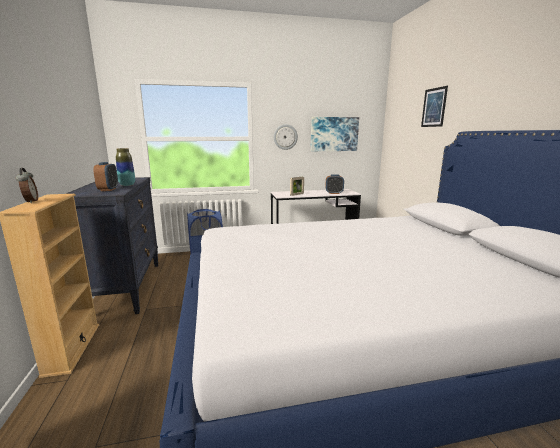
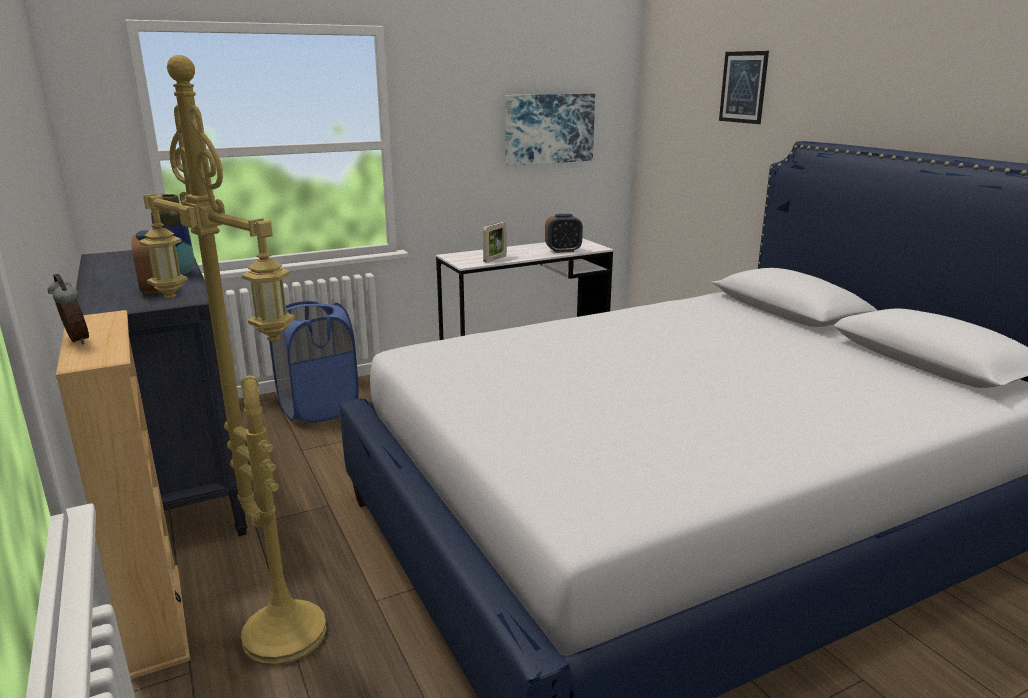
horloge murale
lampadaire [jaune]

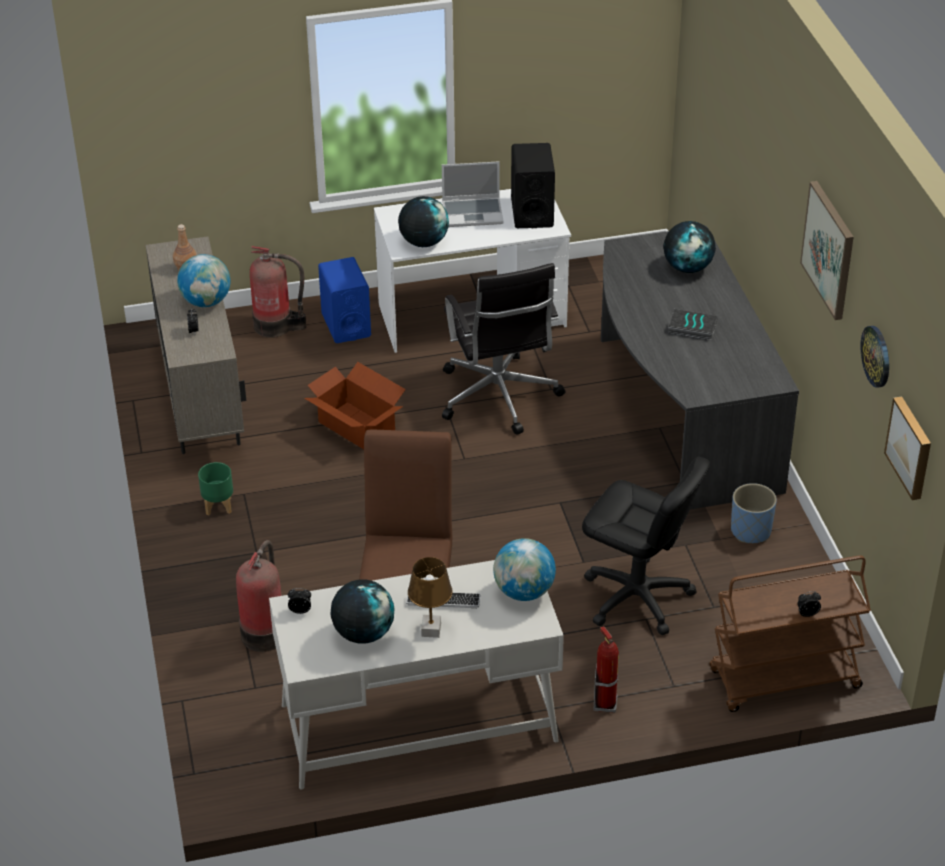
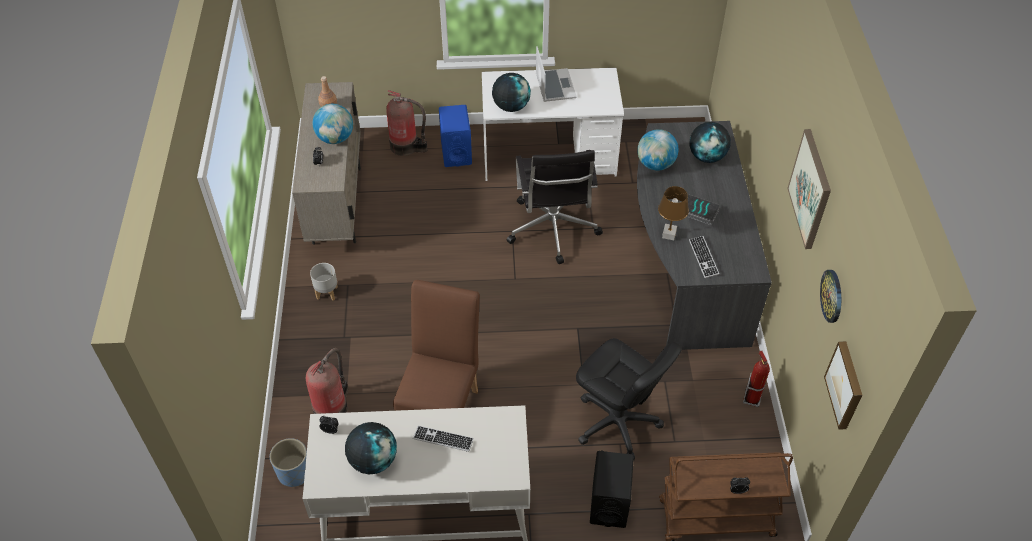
enceinte [noir]
ordinateur portable
carton
cache-pot [gris]
cache-pot [bleu]
globe (4th from left)
lampe de table [marron]
extincteur (3rd from left)
clavier (2nd from left)

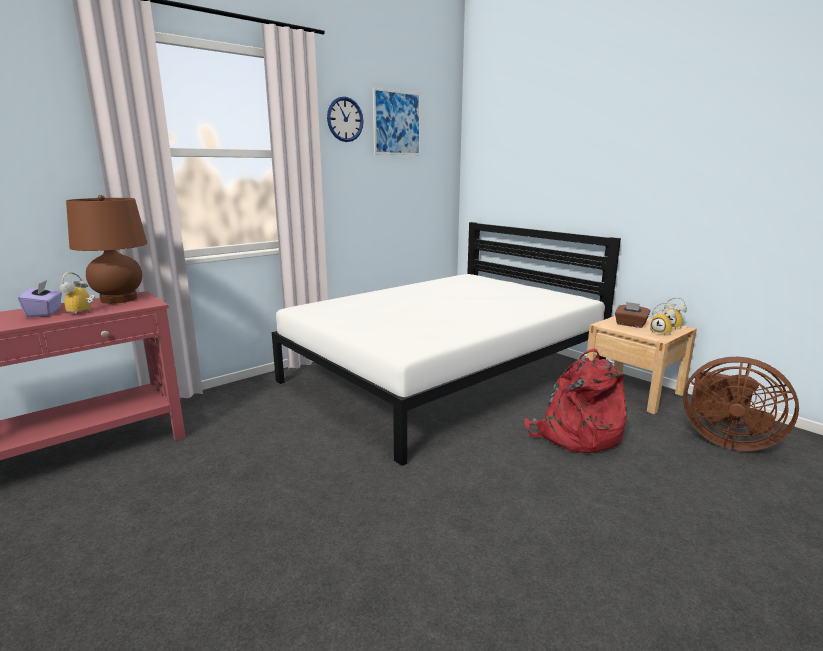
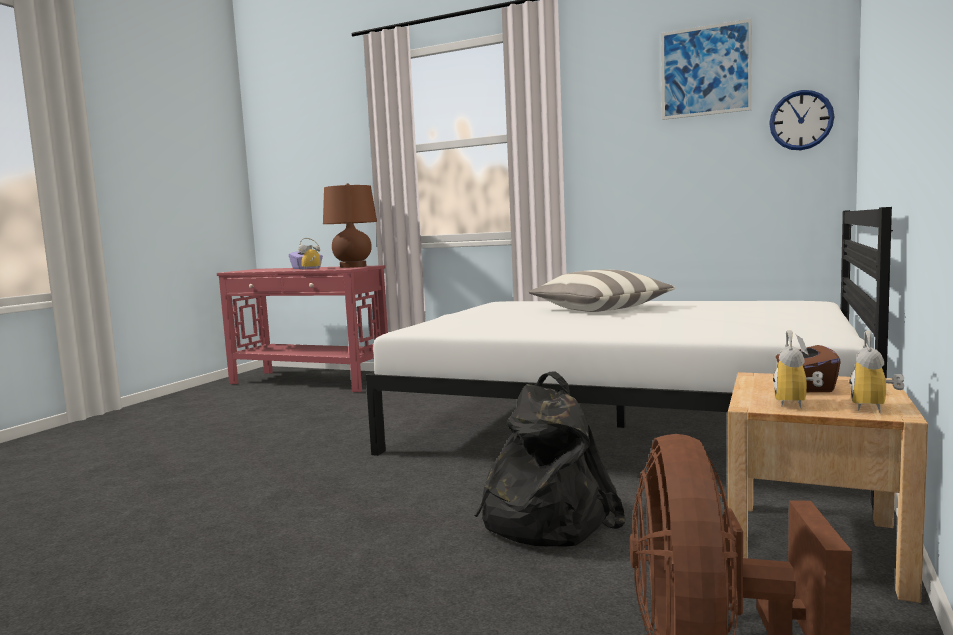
horloge murale
sac à dos [noir]
coussin

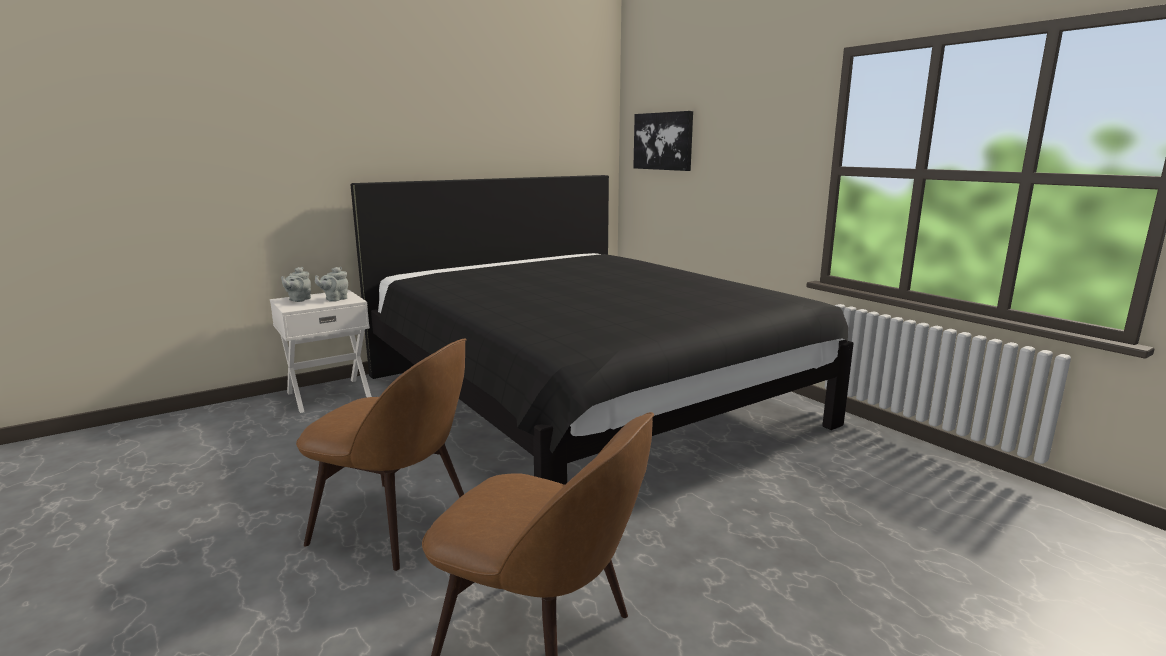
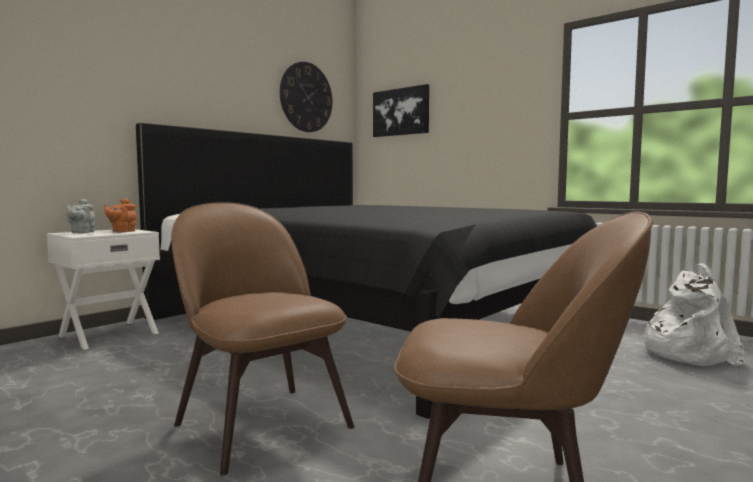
théière [orange]
chaise [marron] (1st from left)
horloge murale
sac à dos [blanc]

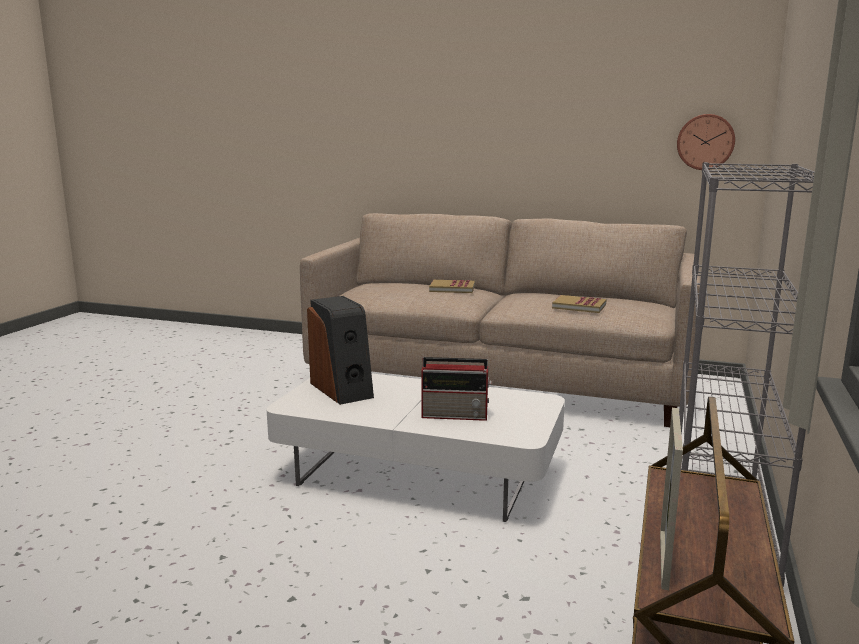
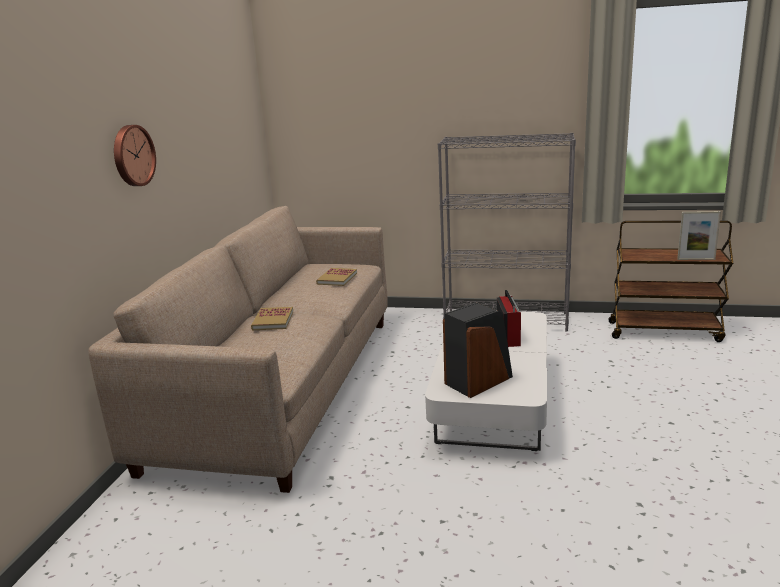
horloge murale

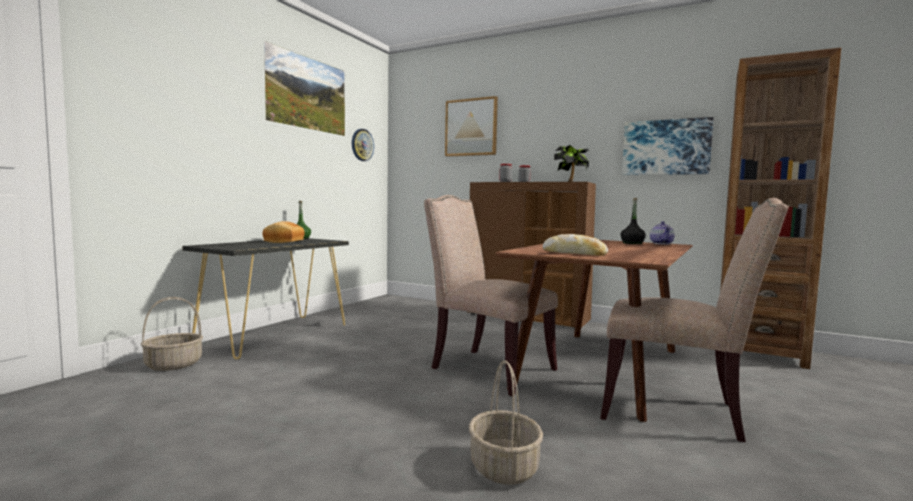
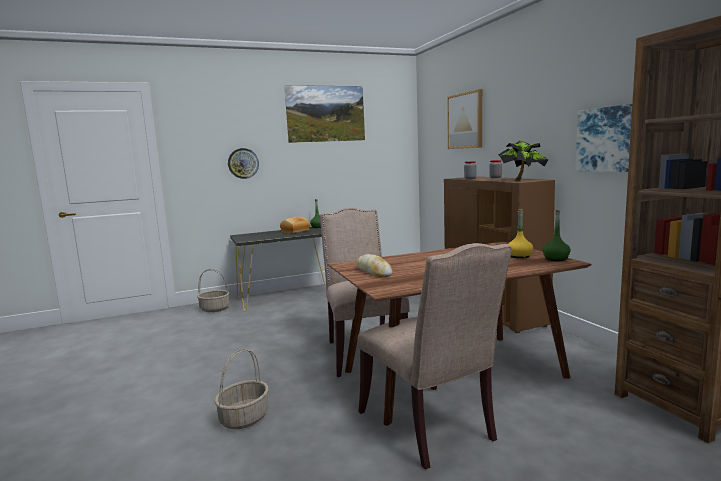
horloge murale
bouteille [jaune]
bouteille [vert] (2nd from left)

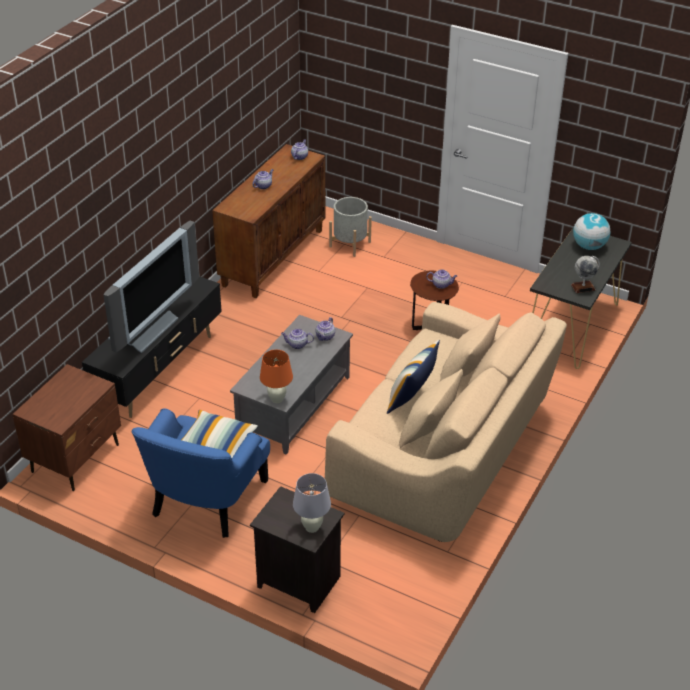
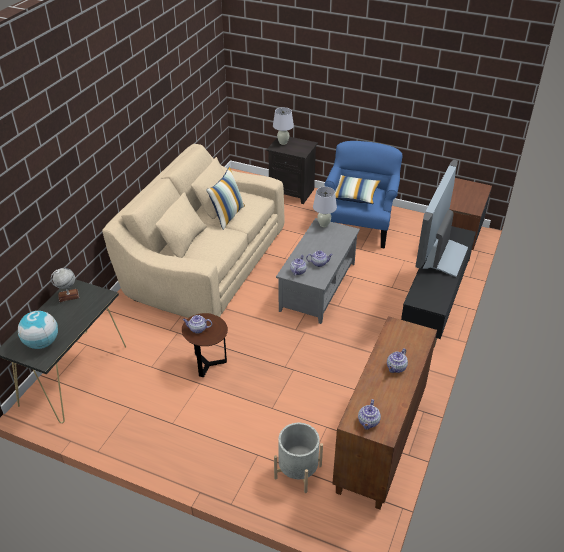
lampe de table [blanc] (2nd from left)

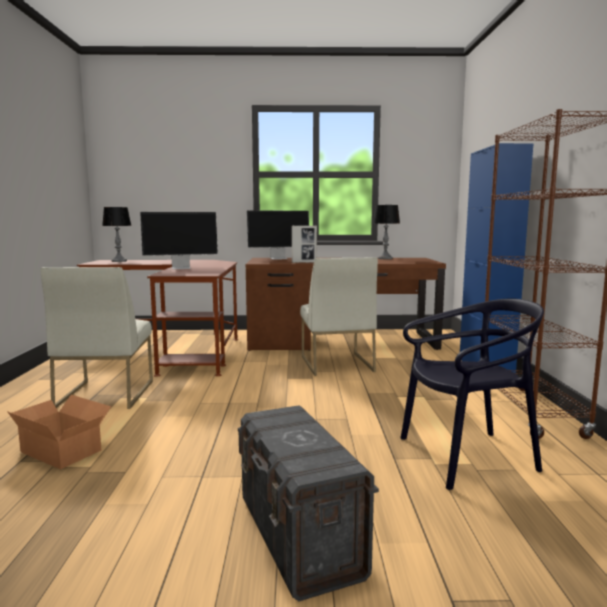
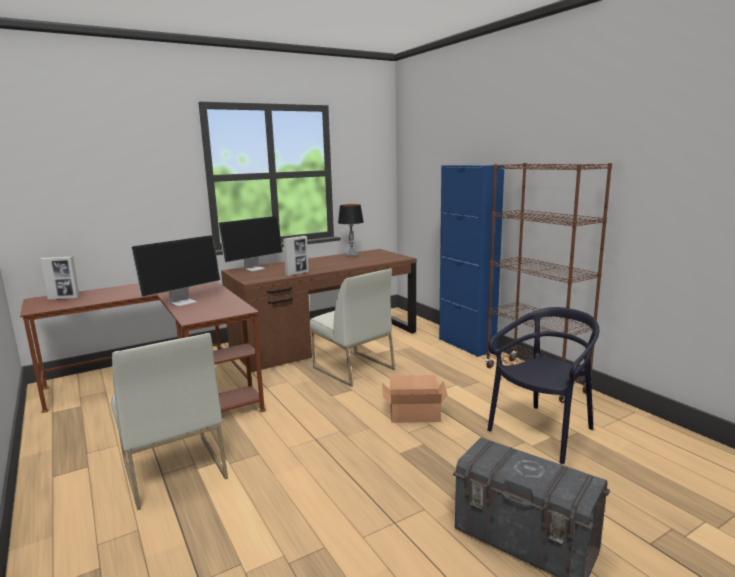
cadre photo (1st from left)
carton

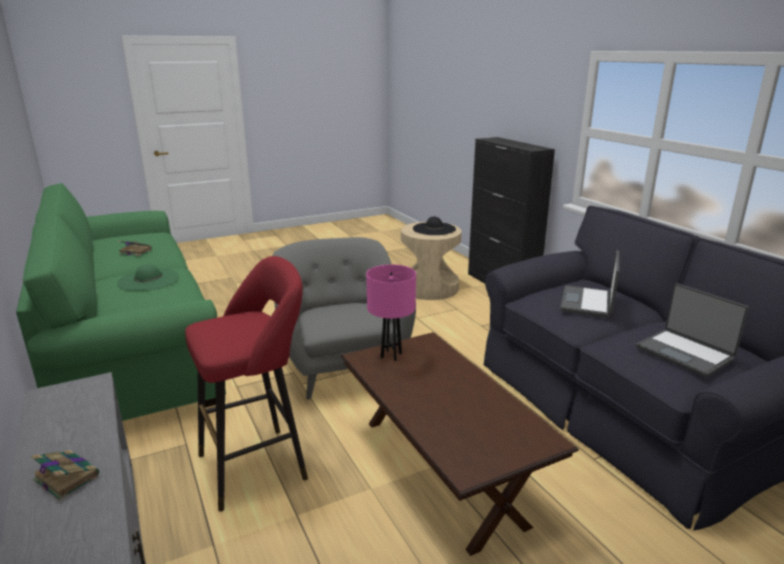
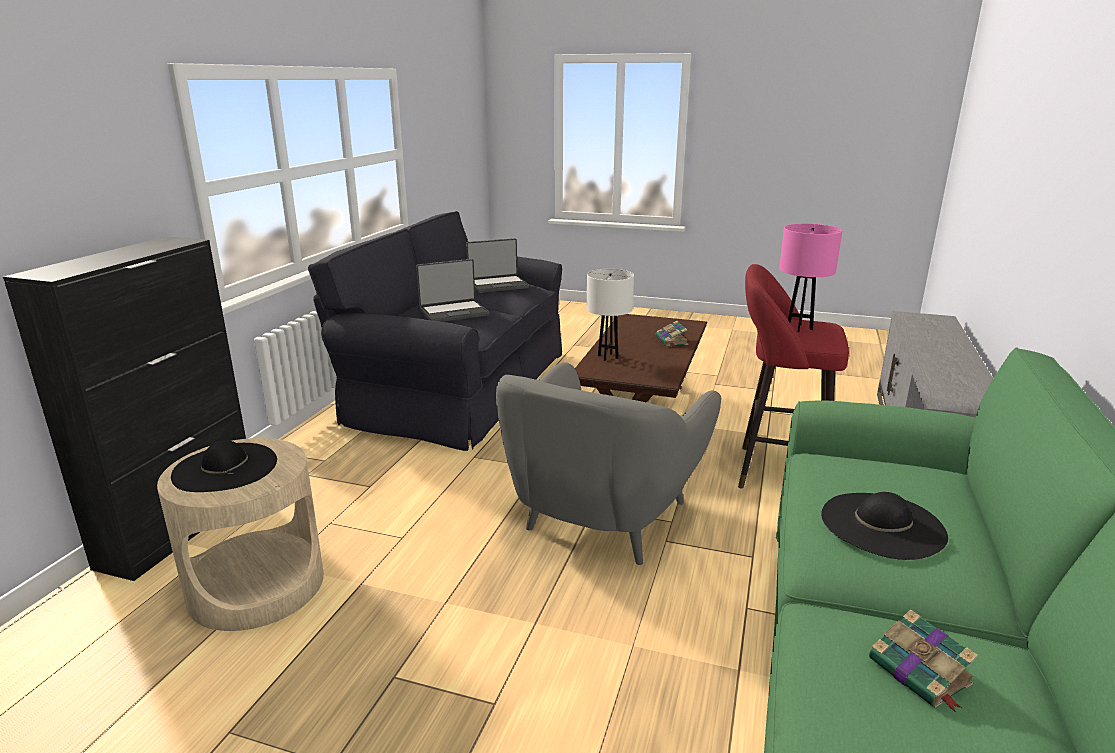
chapeau [noir] (2nd from left)
lampe de table [rose]
ordinateur portable (2nd from left)
livre (1st from left)
lampe de table [blanc]

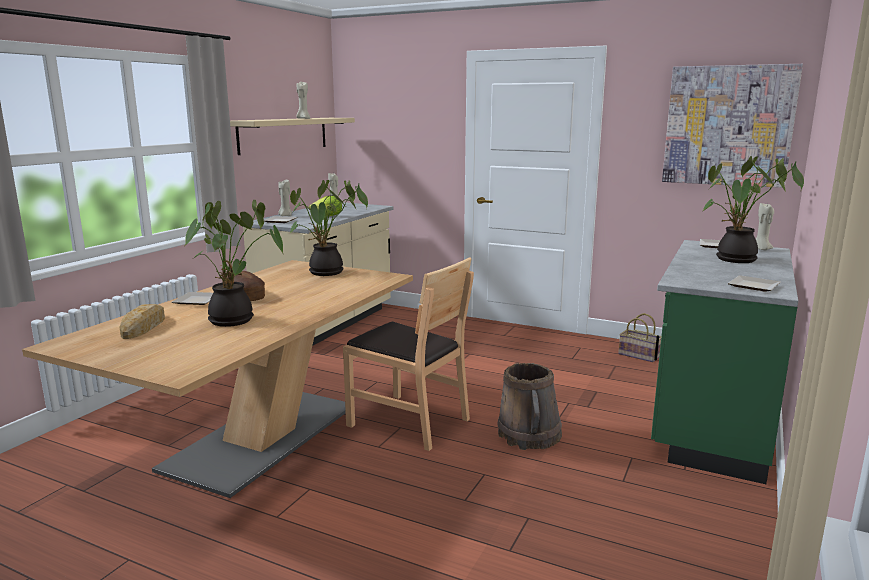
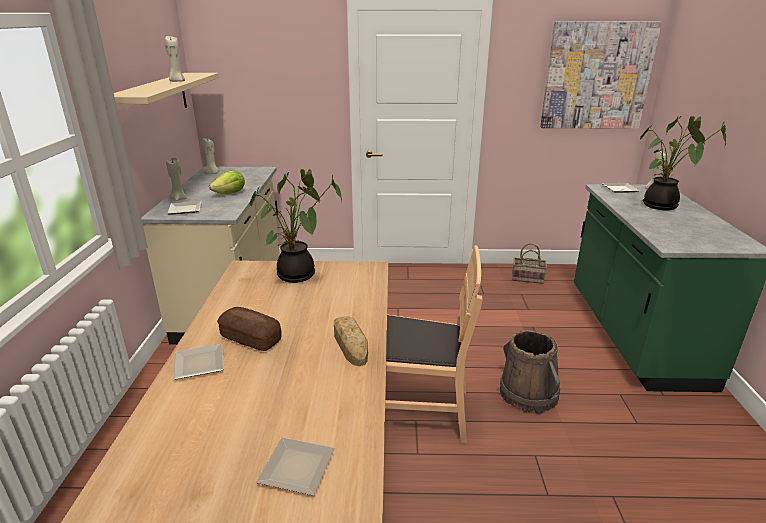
plante en pot (1st from left in the first image)
assiette (3rd from left)
pain (2nd from left)

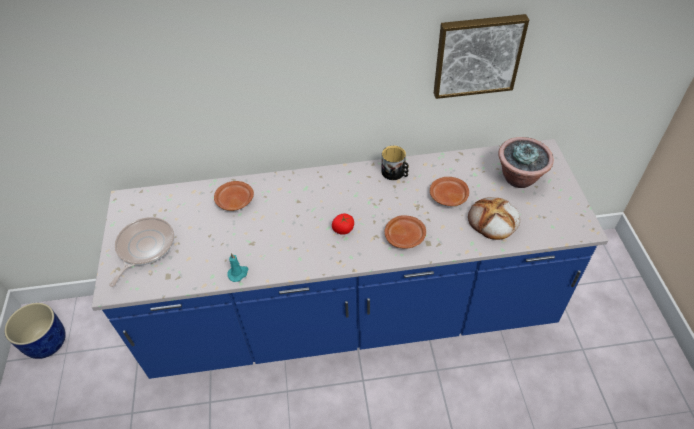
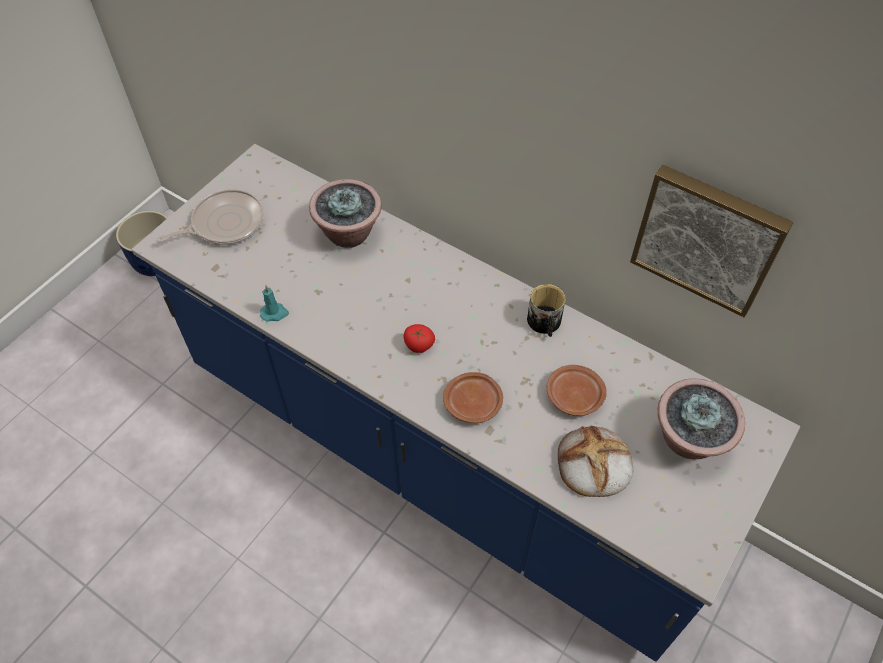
plante en pot (1st from left)

